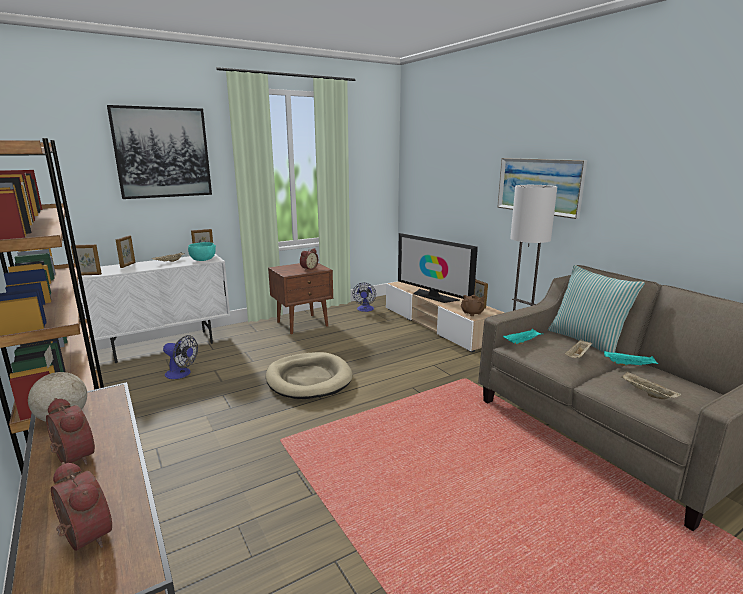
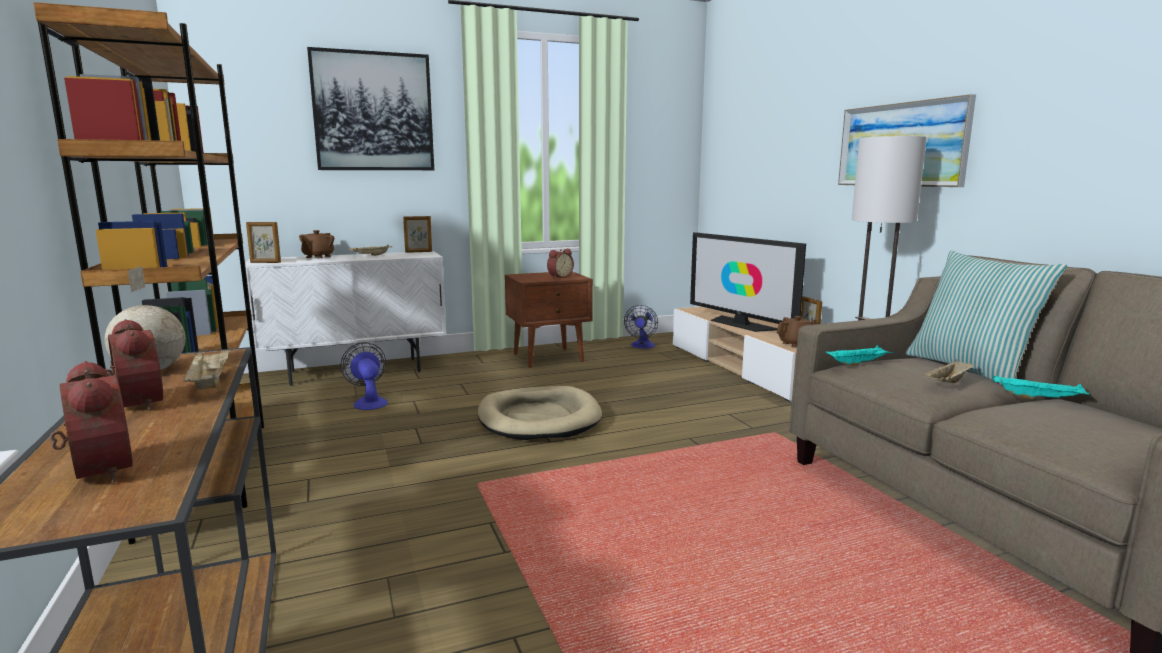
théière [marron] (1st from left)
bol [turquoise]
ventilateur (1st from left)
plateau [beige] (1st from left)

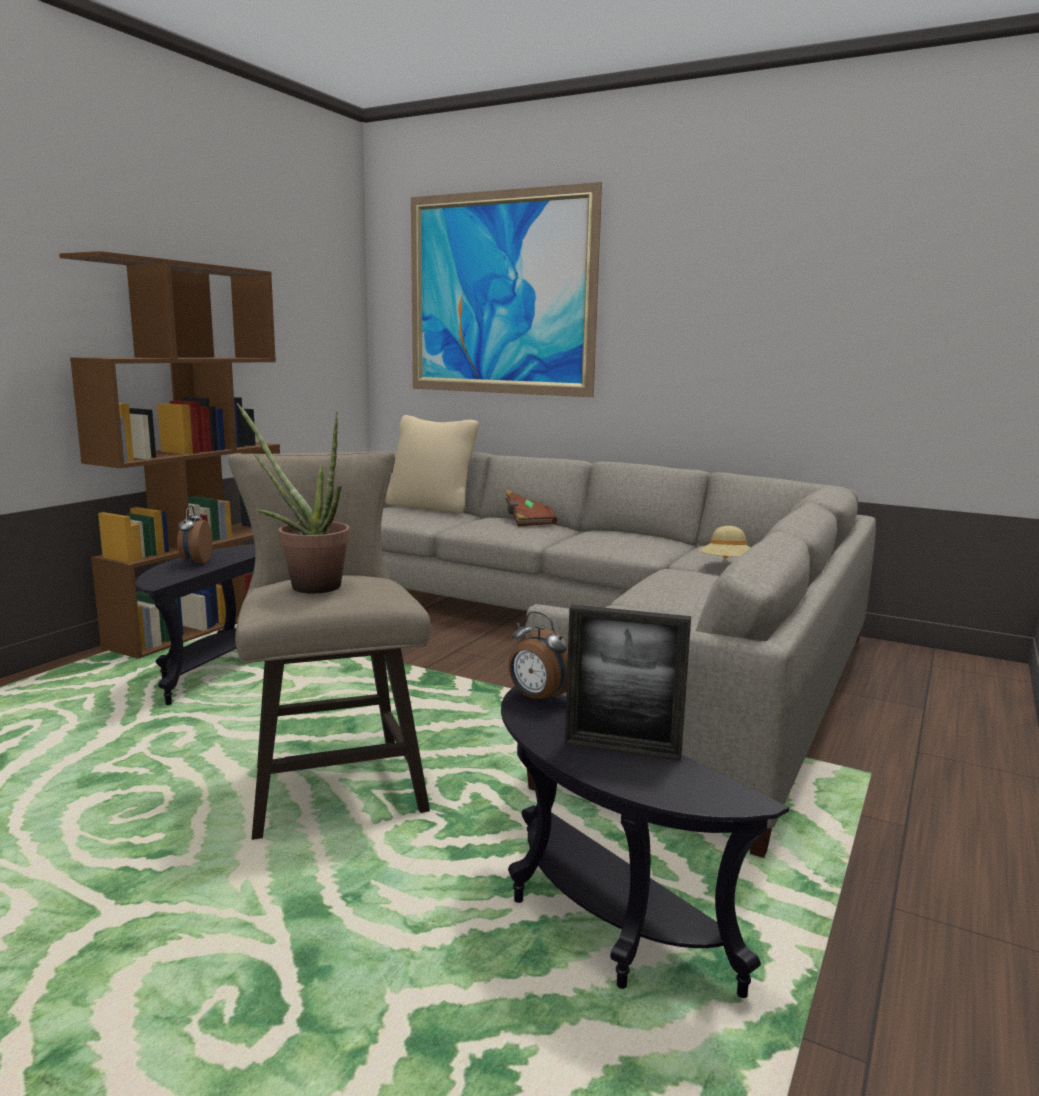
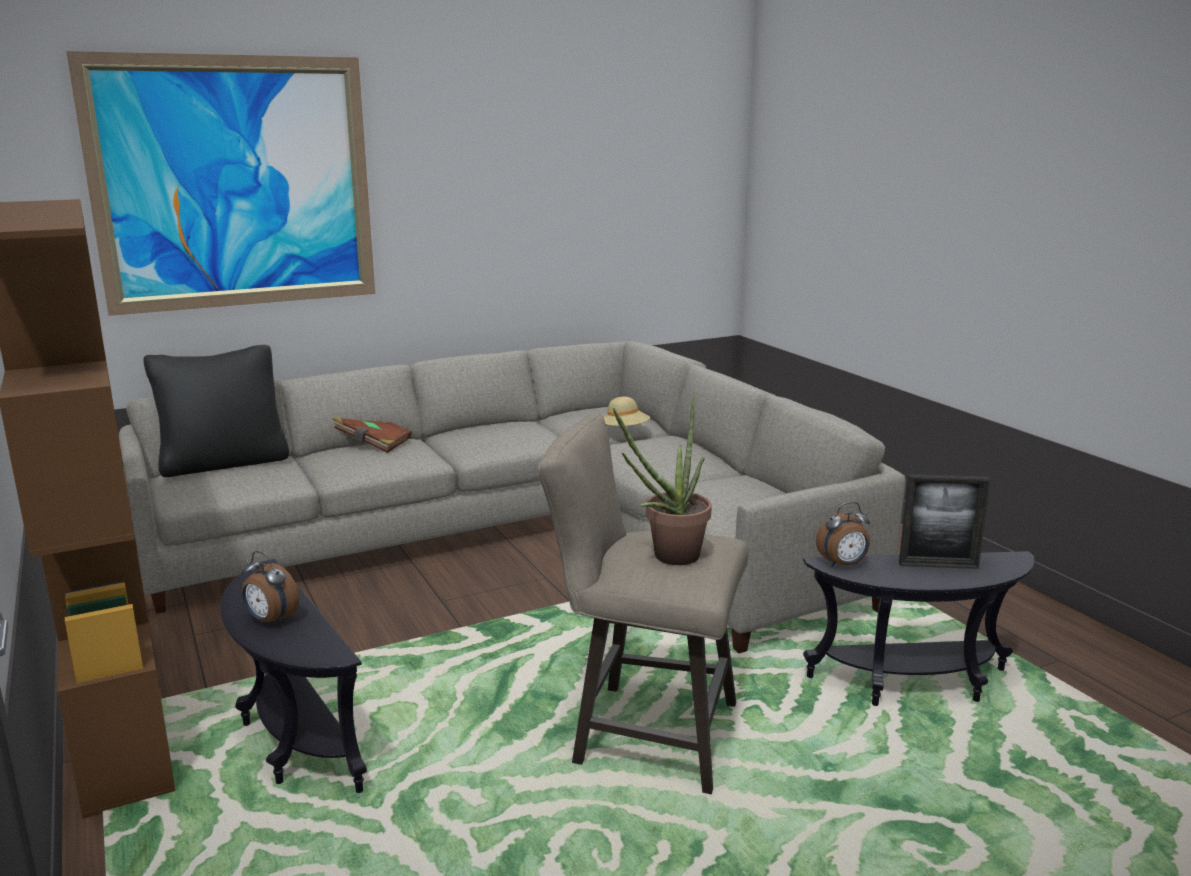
coussin [noir]
cadre photo

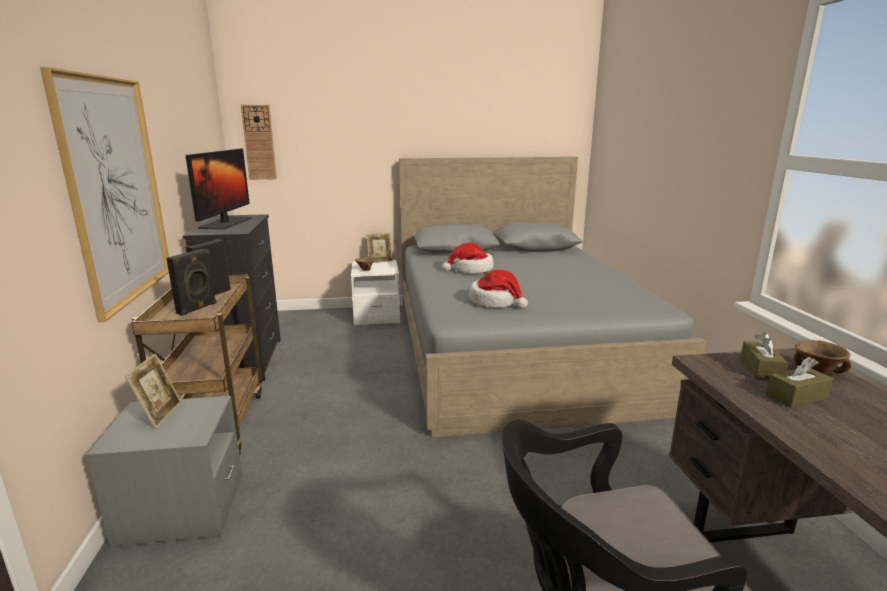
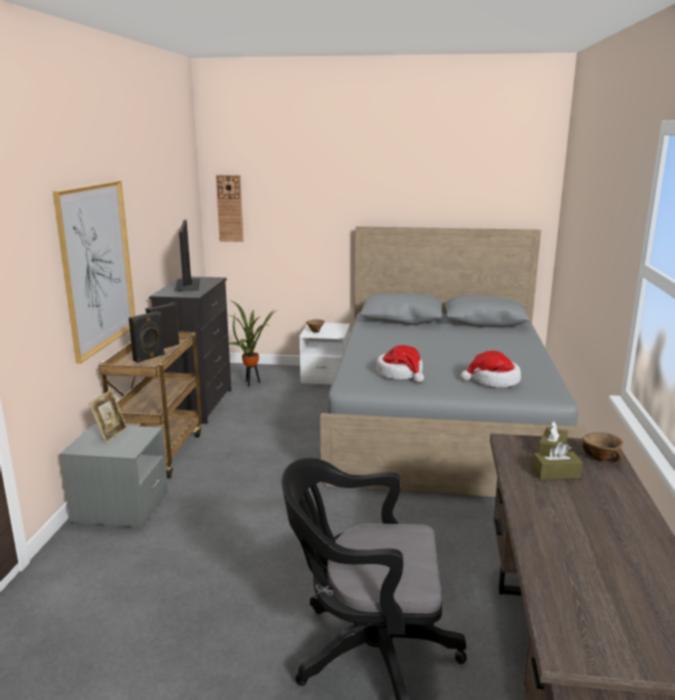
écran d'ordinateur
cadre photo (2nd from left in the first image)
chapeau (2nd from left)
plante en pot

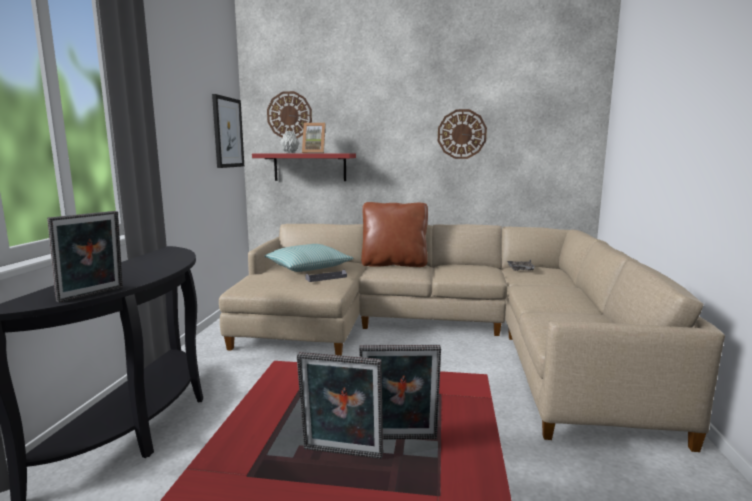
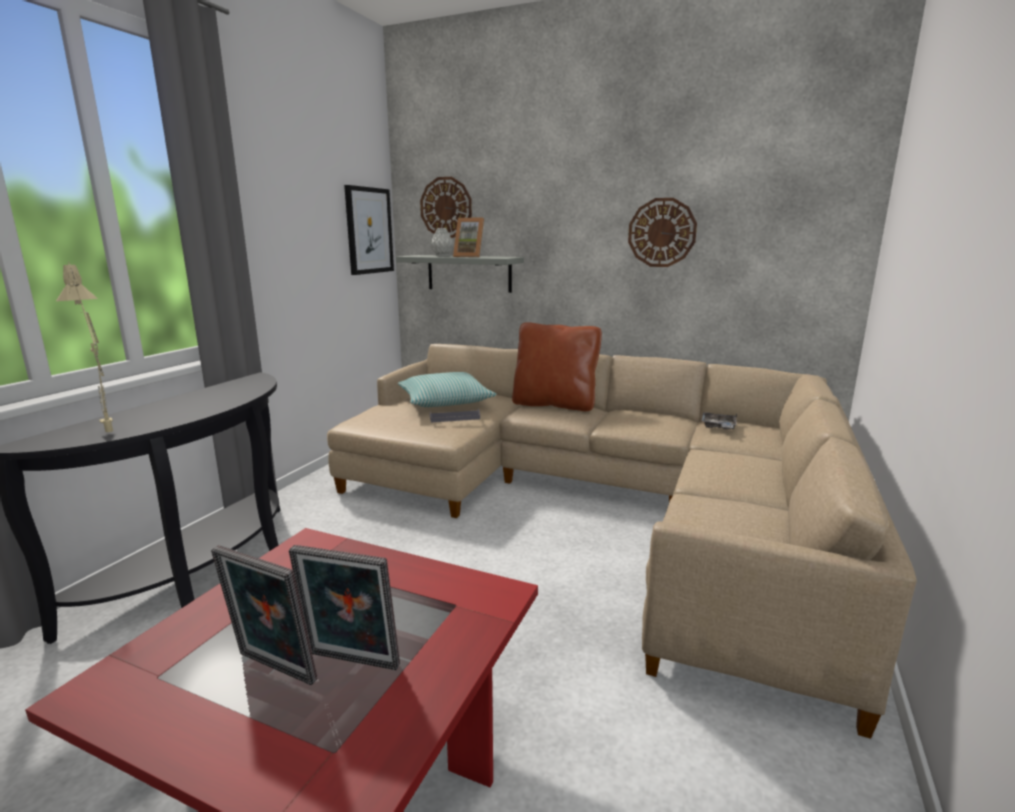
étagère [gris]
lampe de table [beige]

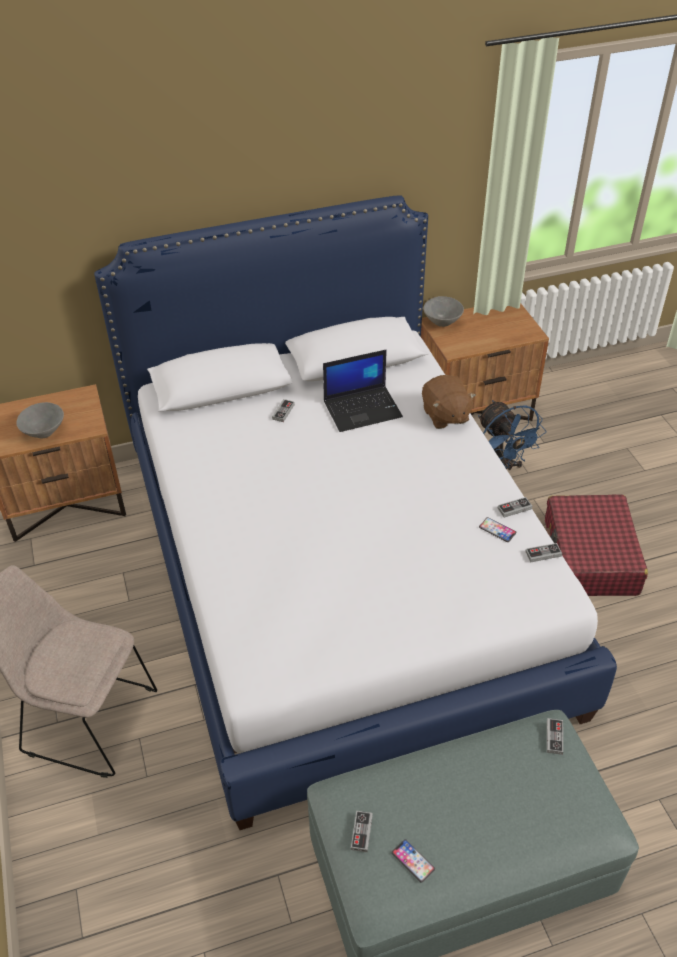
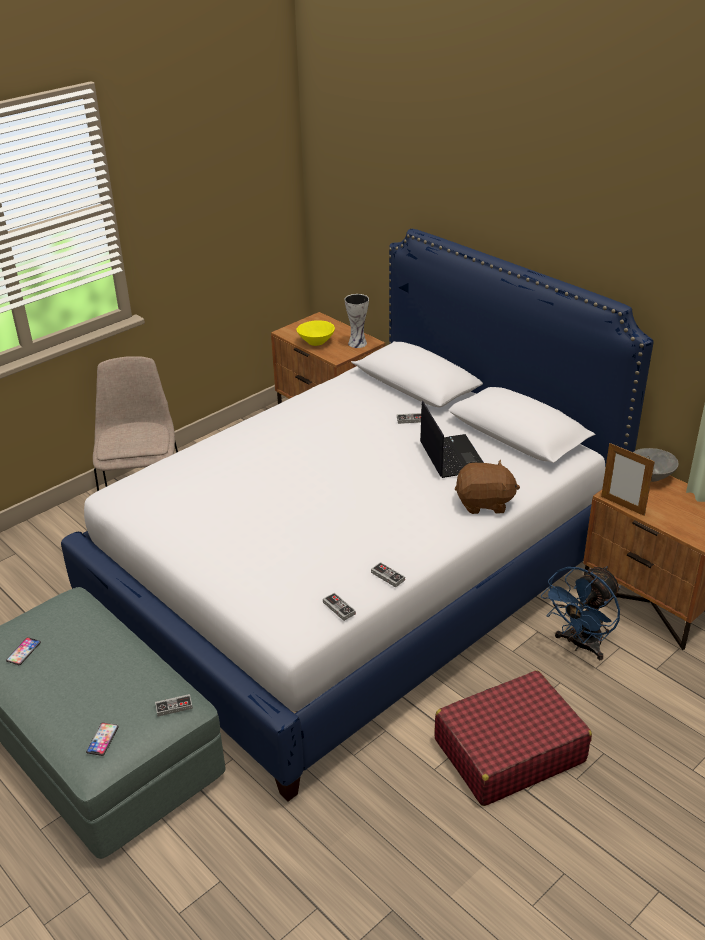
ordinateur portable
peluche [marron]
bol [jaune]
téléphone (2nd from left)
manette (2nd from left in the first image)
vase
cadre photo

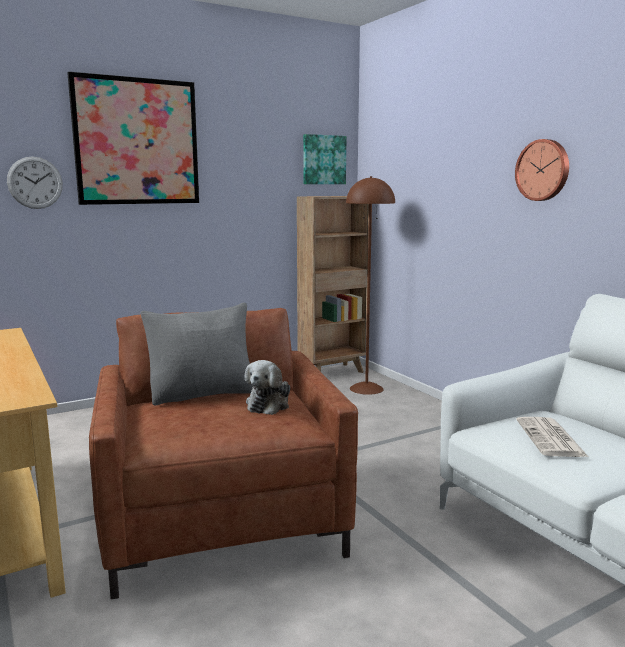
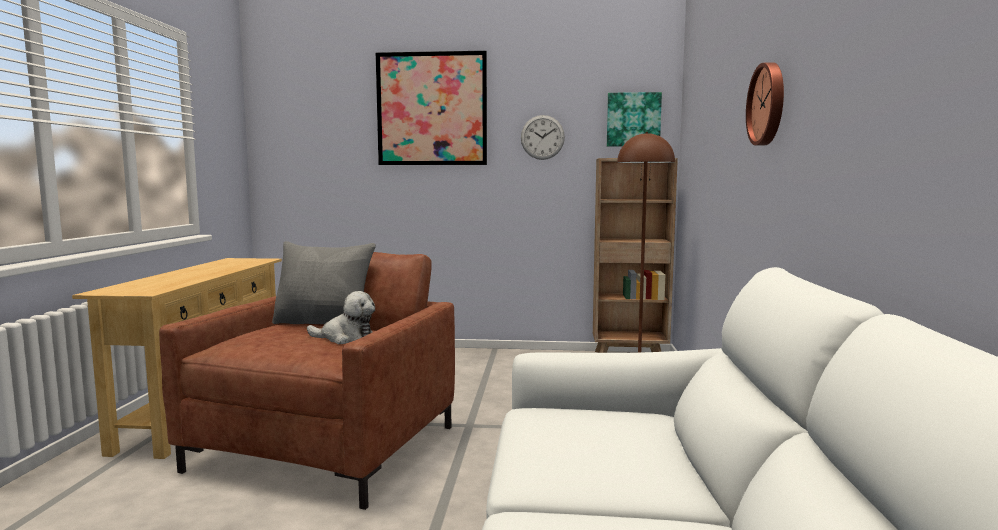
horloge murale (1st from left)
peluche
journal

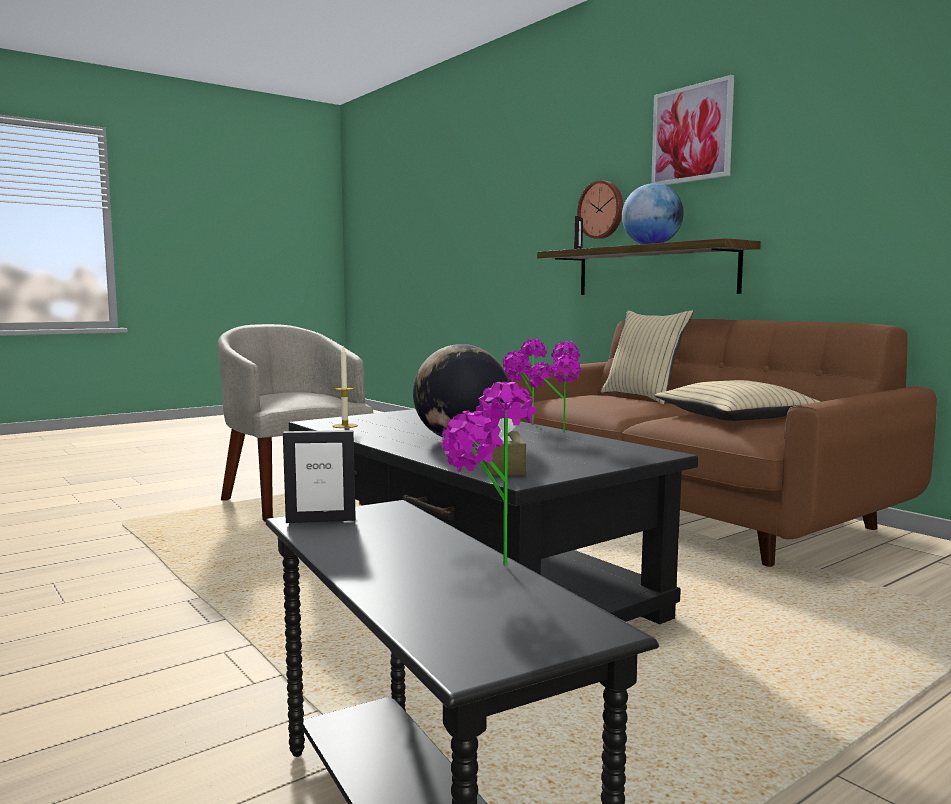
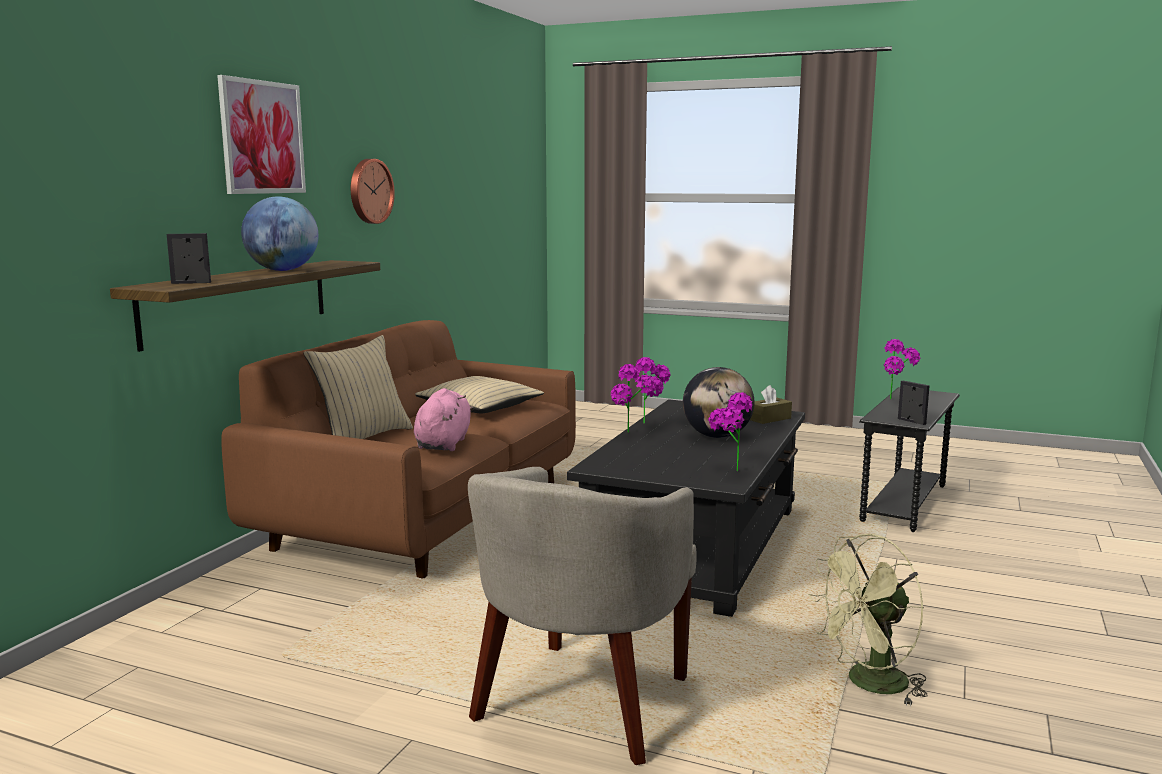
horloge murale
plante en pot (3rd from left)
peluche [rose]
ventilateur [vert]

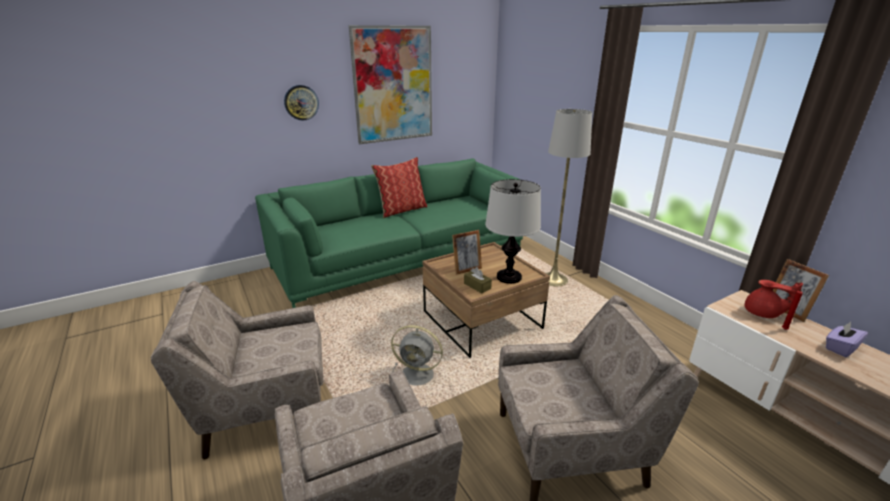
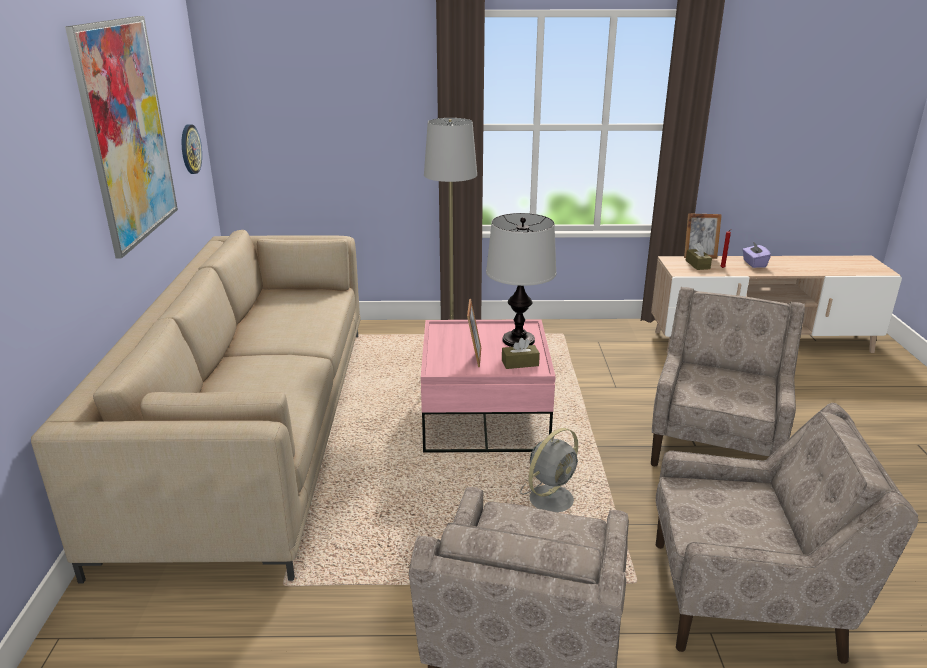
horloge murale
coussin
canapé [beige]
table basse [rose]
boîte à mouchoirs [marron] (2nd from left)

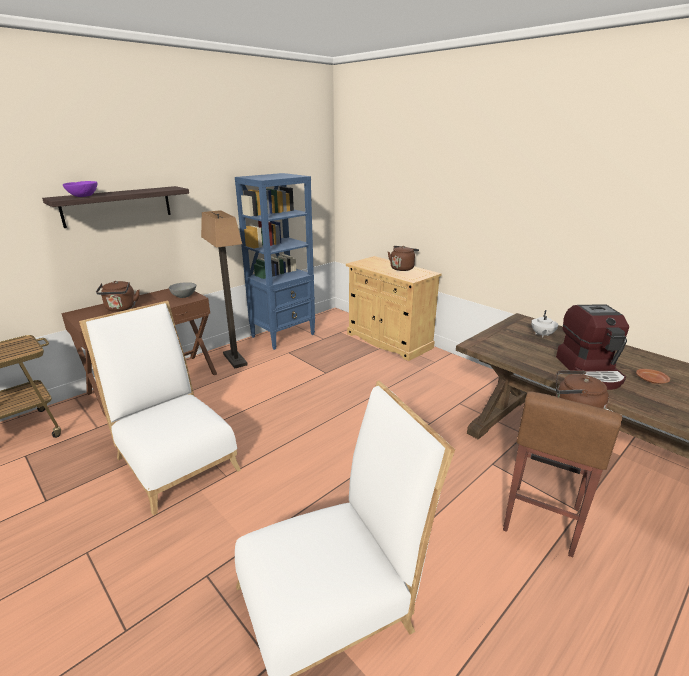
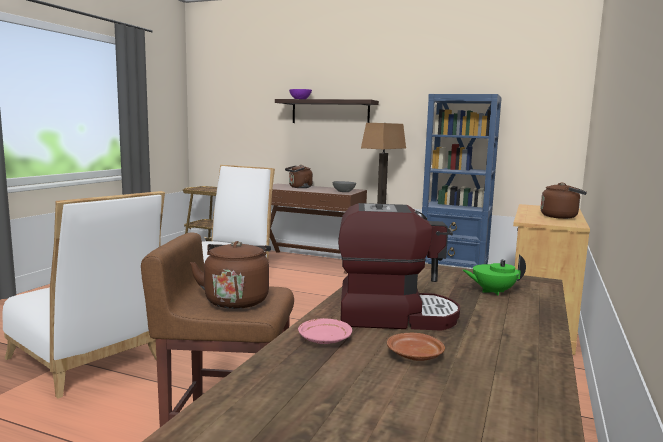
machine à café
théière [vert]
assiette [rose]

